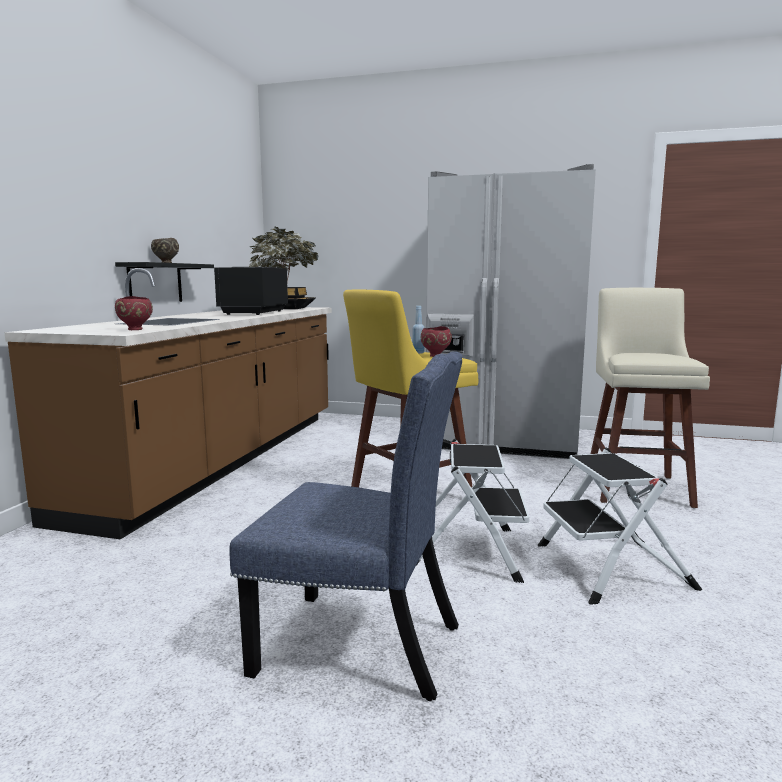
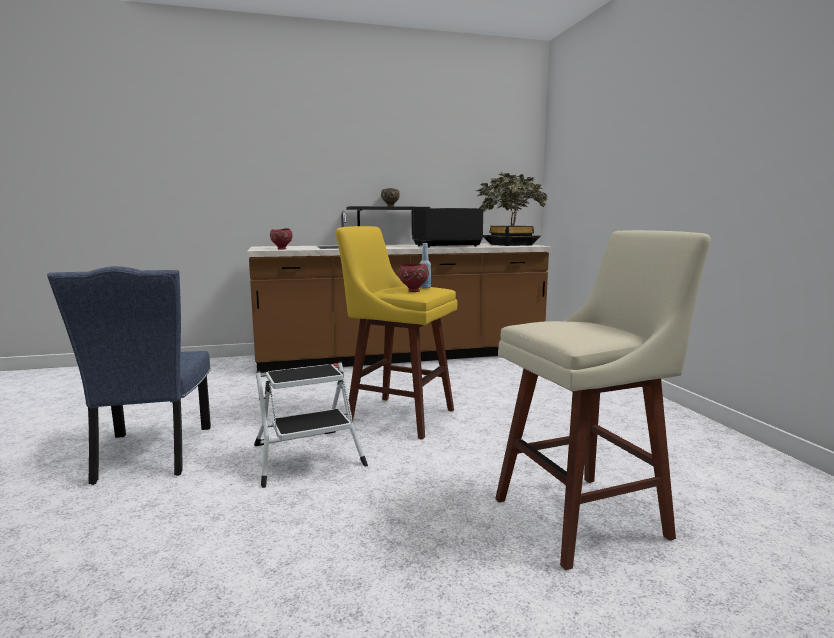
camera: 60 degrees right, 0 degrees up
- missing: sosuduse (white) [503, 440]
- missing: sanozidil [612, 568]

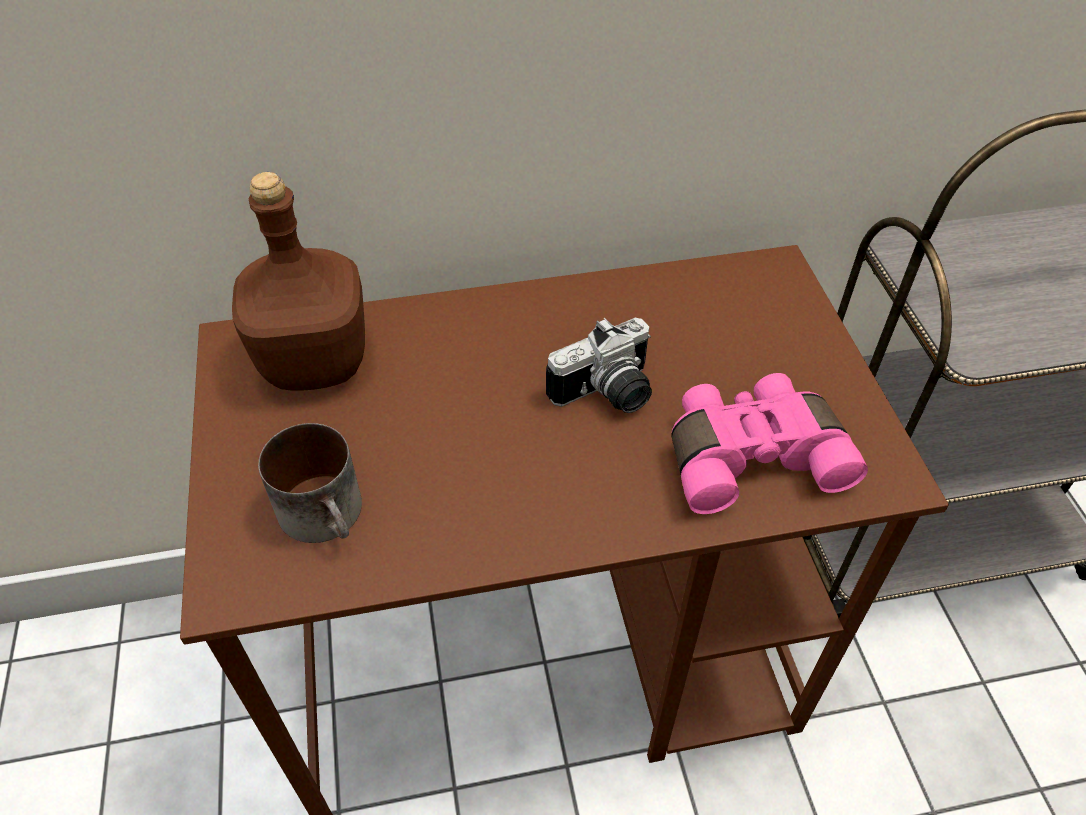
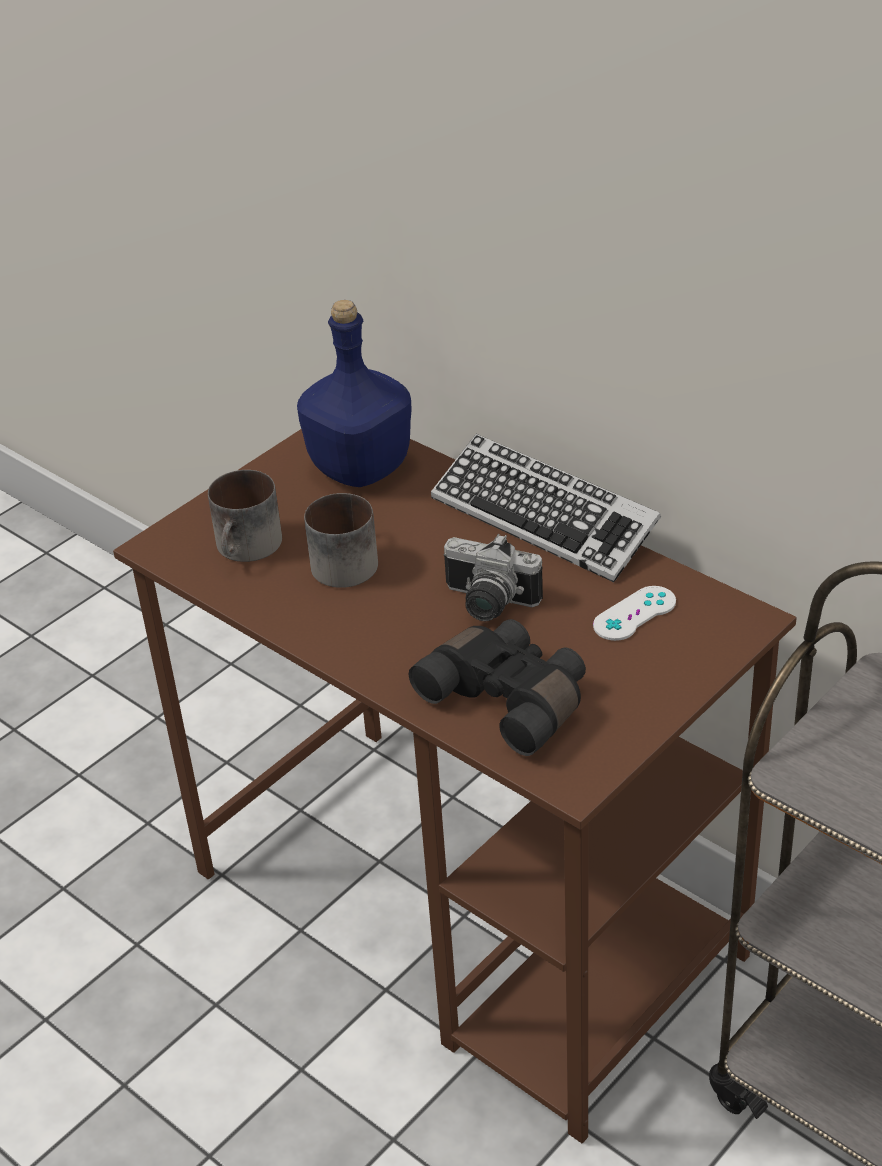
camera: 55 degrees right, 10 degrees down
- appeared: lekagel [344, 560]
- appeared: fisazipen [544, 518]
- appeared: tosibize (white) [634, 614]
- colour: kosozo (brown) [315, 361] to kosozo (blue) [362, 467]
- colour: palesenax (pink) [751, 455] to palesenax (black) [510, 698]

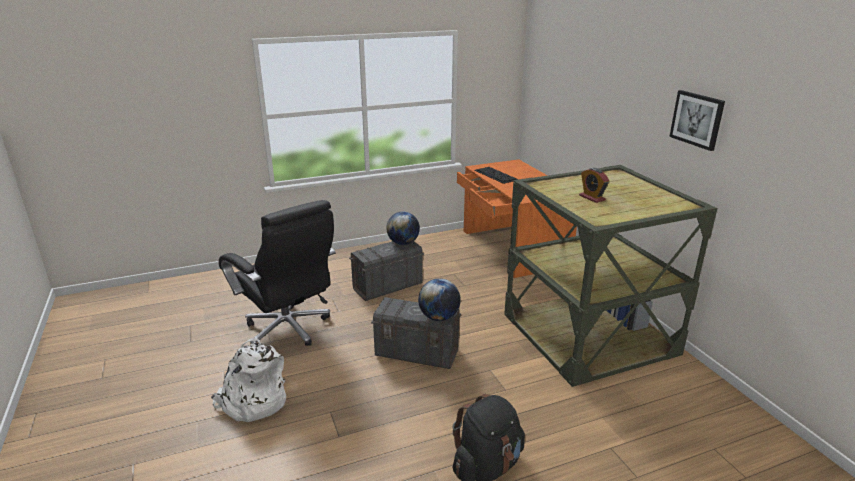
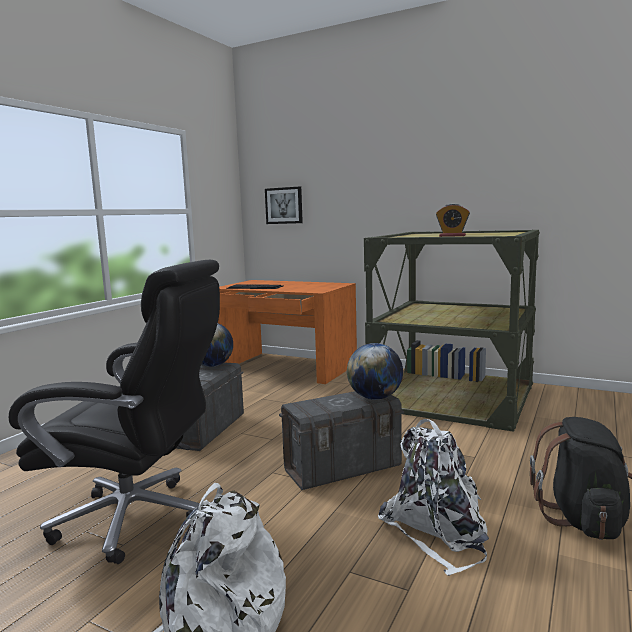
camera: 40 degrees left, 15 degrees down
- appeared: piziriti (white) [438, 531]
- relocated: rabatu [697, 119] to [284, 205]

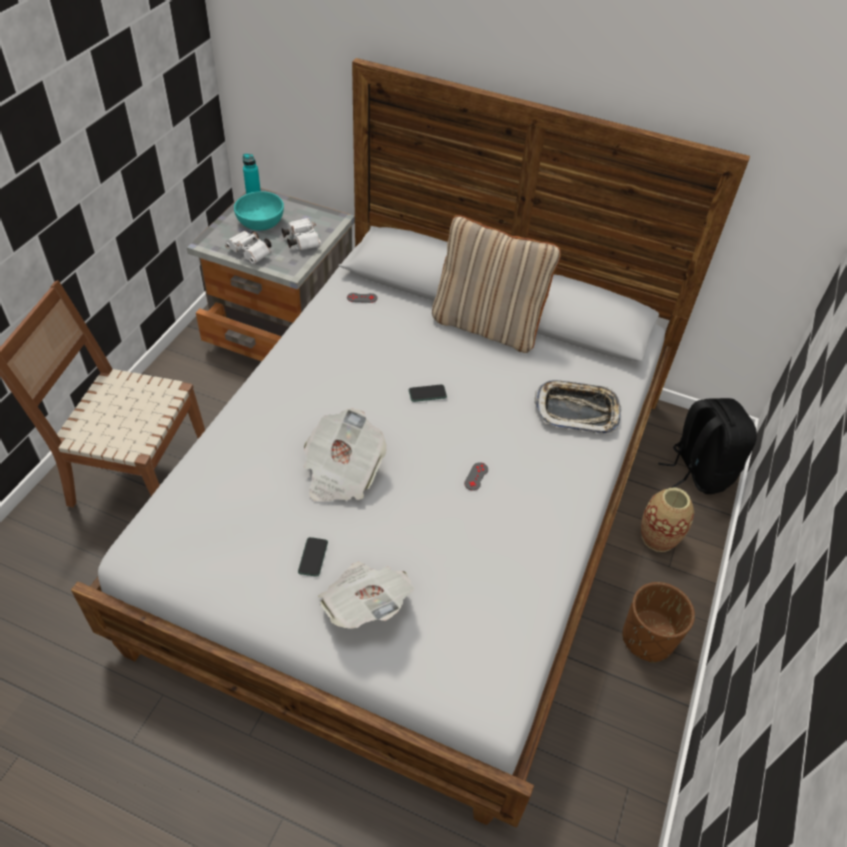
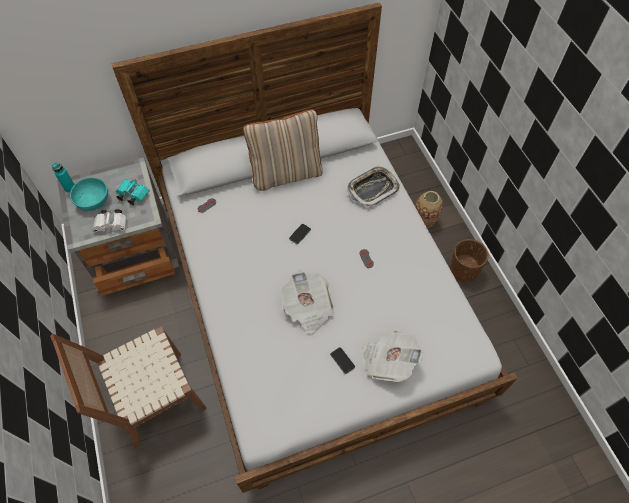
camera: 40 degrees left, 10 degrees up
- missing: piziriti (black) [697, 470]
- colour: palesenax (white) [301, 240] to palesenax (turquoise) [132, 195]

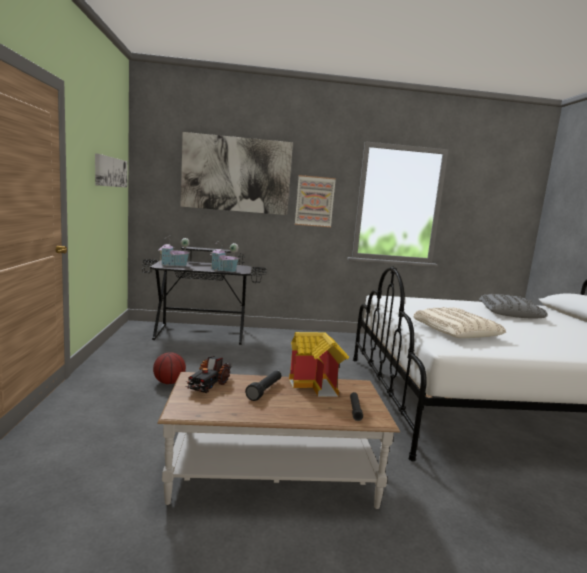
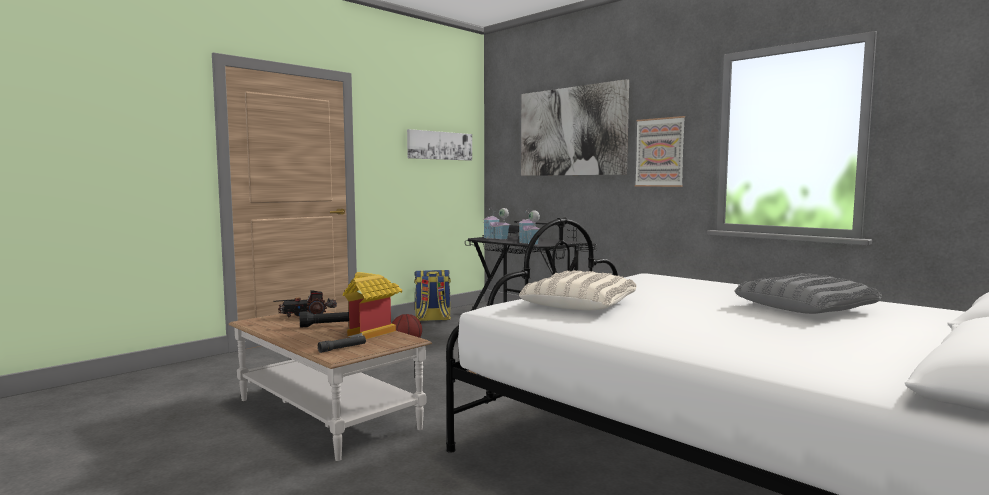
camera: 50 degrees right, 5 degrees down
- appeared: piziriti [432, 319]

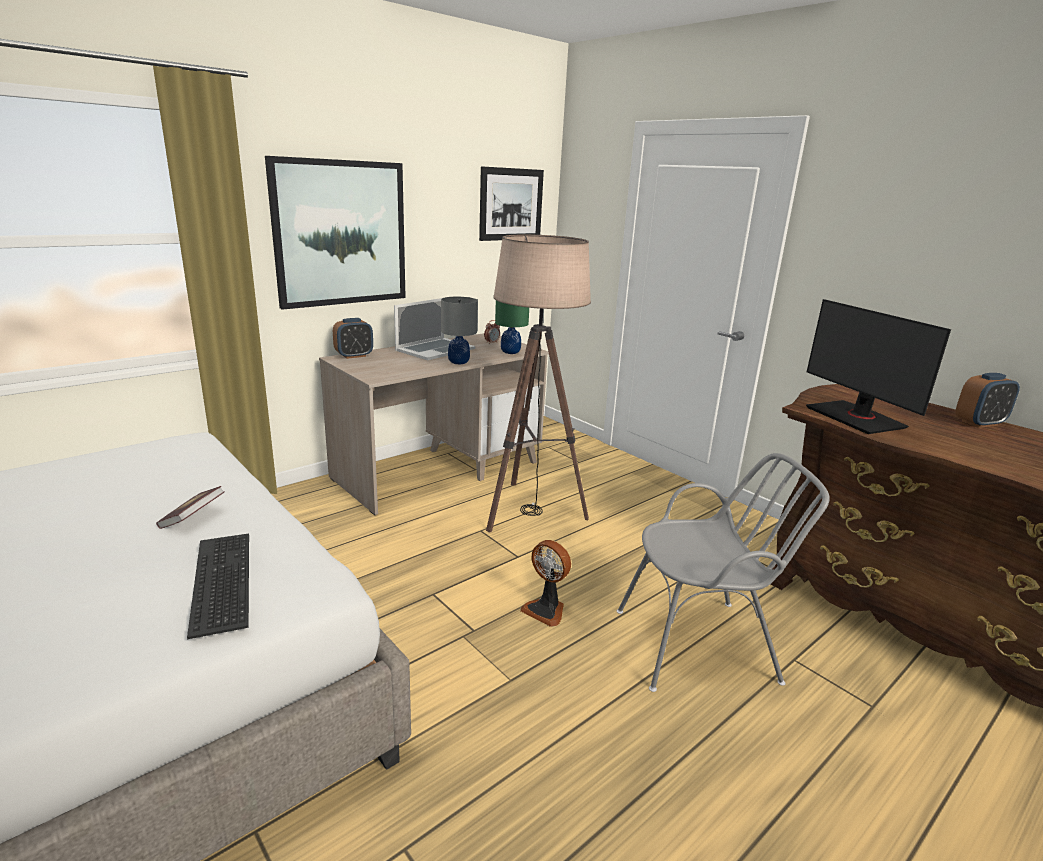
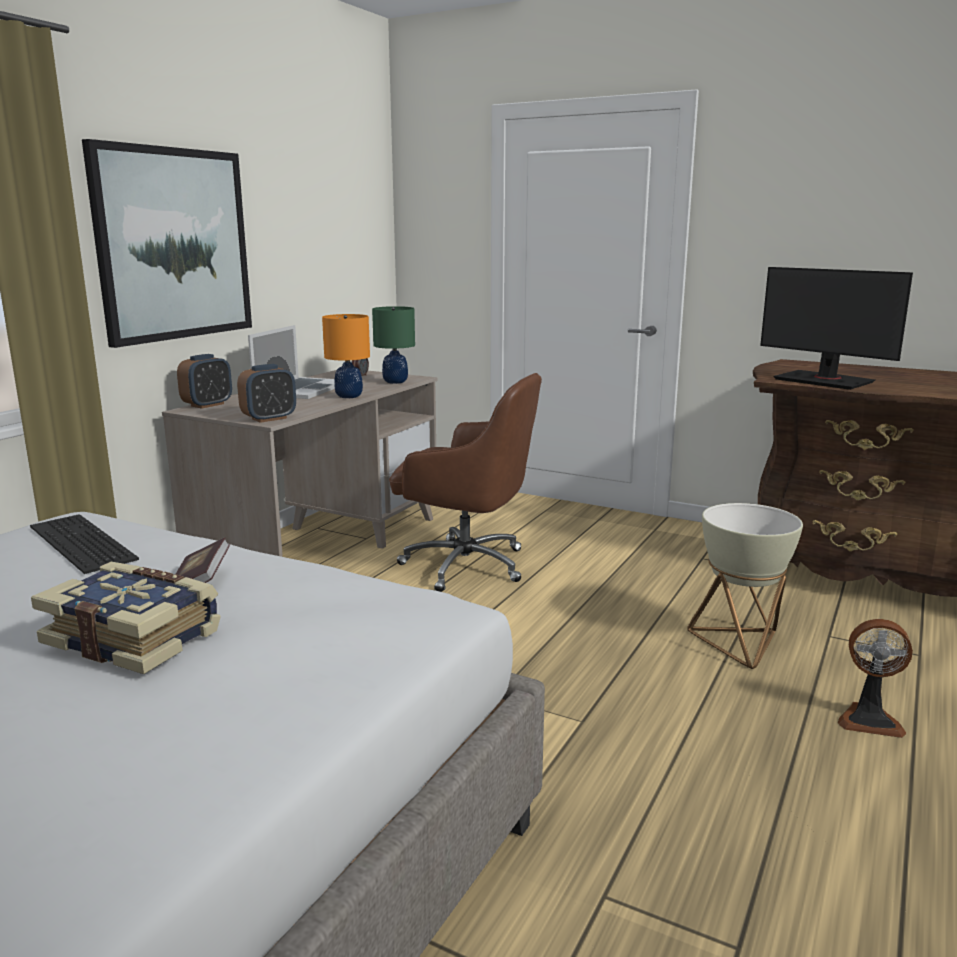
camera: 20 degrees left, 5 degrees down
- missing: rabatu [511, 204]
- appeared: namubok [135, 637]
- relocated: fisazipen [218, 580] to [77, 543]
- relocated: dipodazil [546, 610] to [869, 720]
- relocated: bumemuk [979, 423] to [269, 418]
- exchanged: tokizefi [529, 510] to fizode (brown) [465, 565]
- exchanged: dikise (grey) [701, 643] to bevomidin [739, 643]
- colour: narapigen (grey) [459, 362] to narapigen (orange) [349, 396]

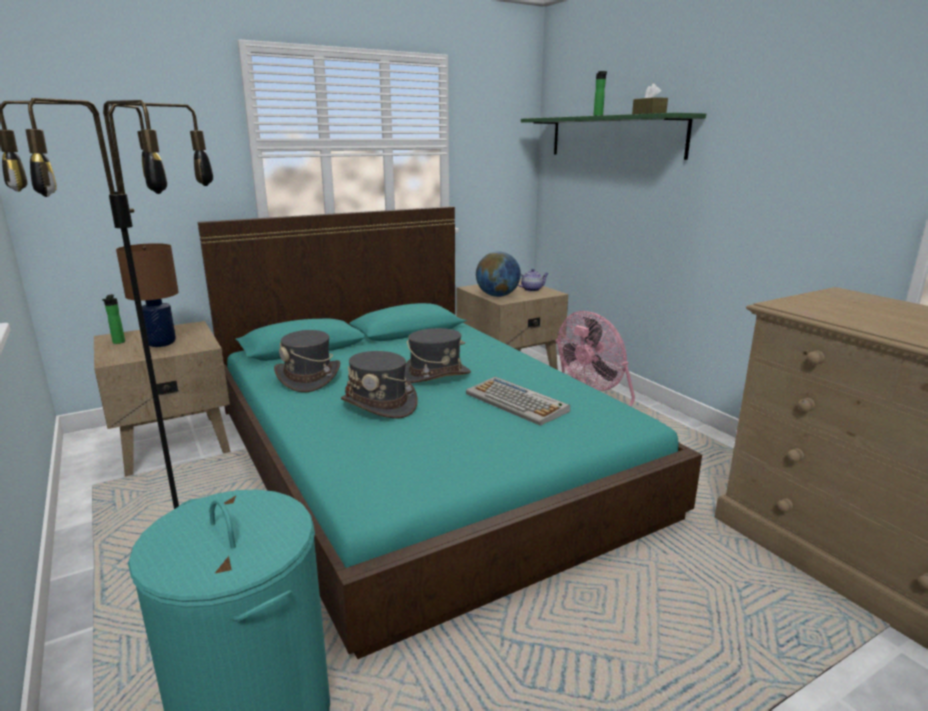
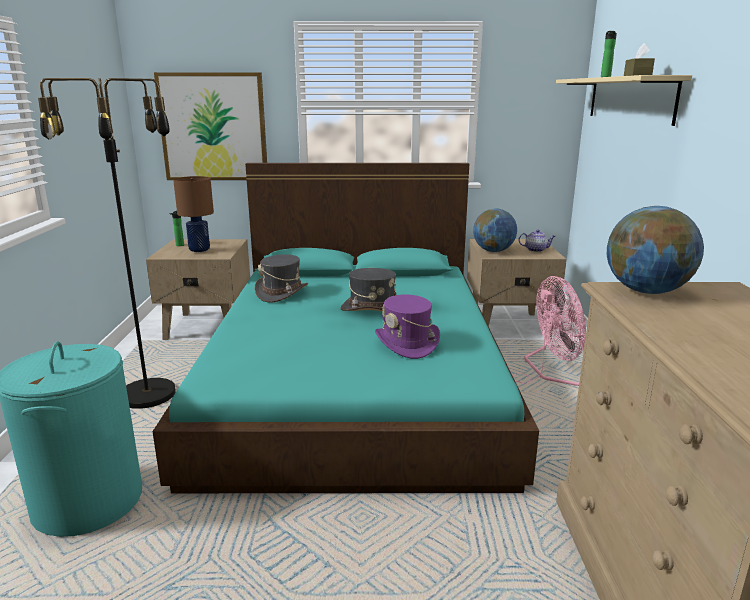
camera: 30 degrees right, 0 degrees up
- missing: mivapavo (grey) [379, 404]
- appeared: rabatu [213, 127]
- appeared: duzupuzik [646, 291]
- exchanged: fisazipen [517, 402] to mivapavo (purple) [407, 343]
- colour: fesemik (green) [614, 136] to fesemik (beige) [629, 99]

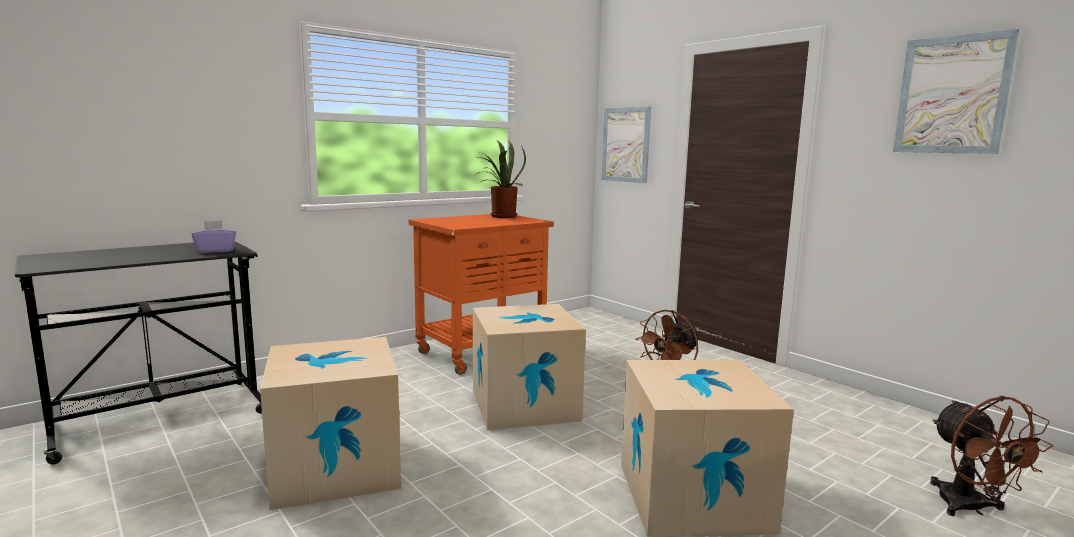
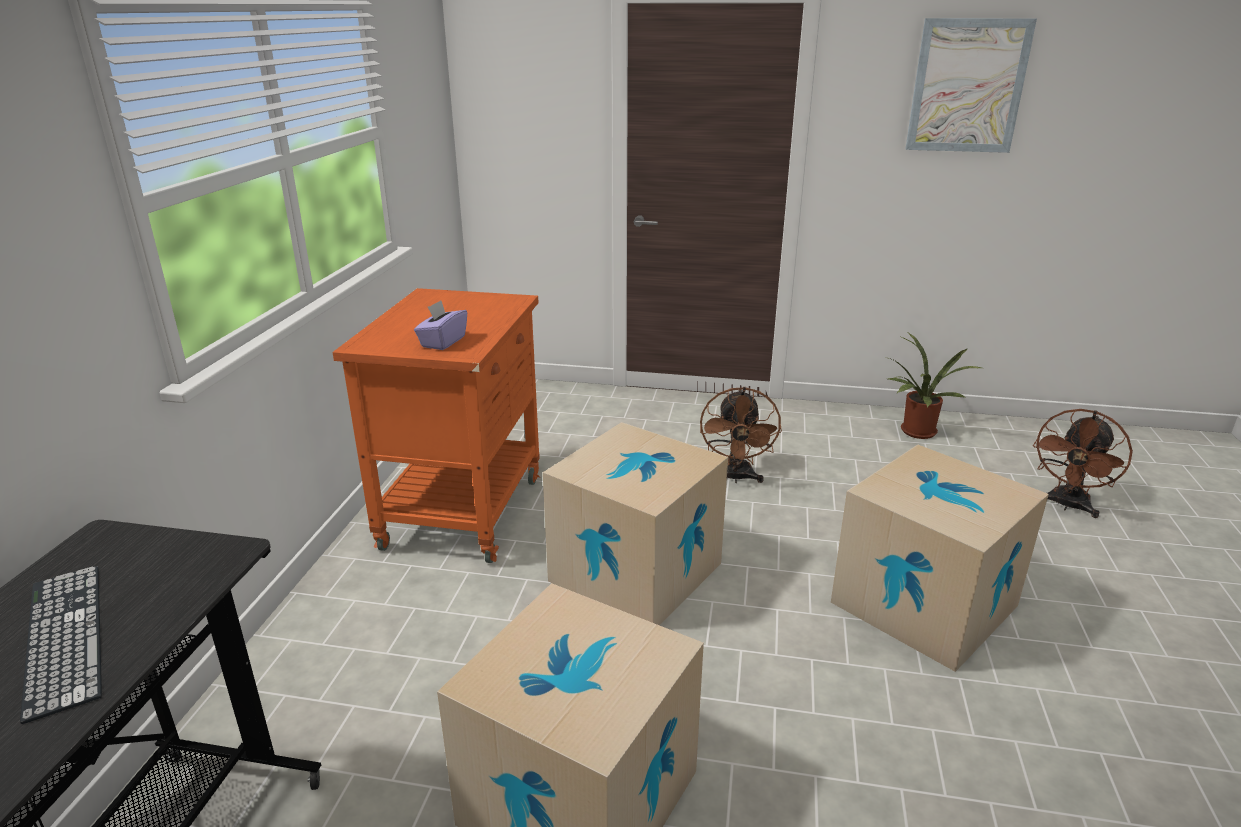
camera: 40 degrees left, 15 degrees up
- missing: rabatu [626, 145]
- appeared: fisazipen [64, 637]
- relocated: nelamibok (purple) [215, 251] to [442, 342]
- relocated: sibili [500, 216] to [916, 433]
- spun: dipodazil (brown) [971, 508] = [1067, 505] 90 degrees clockwise

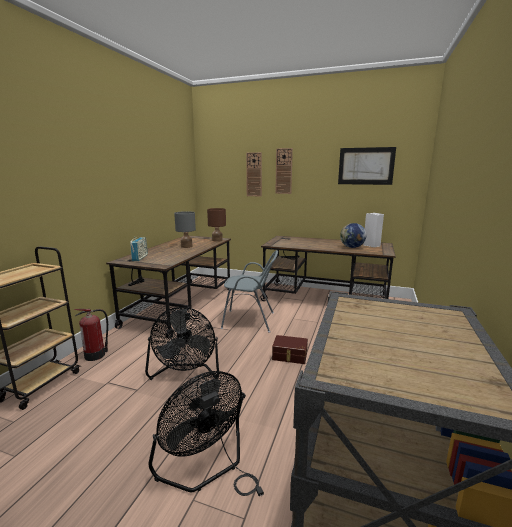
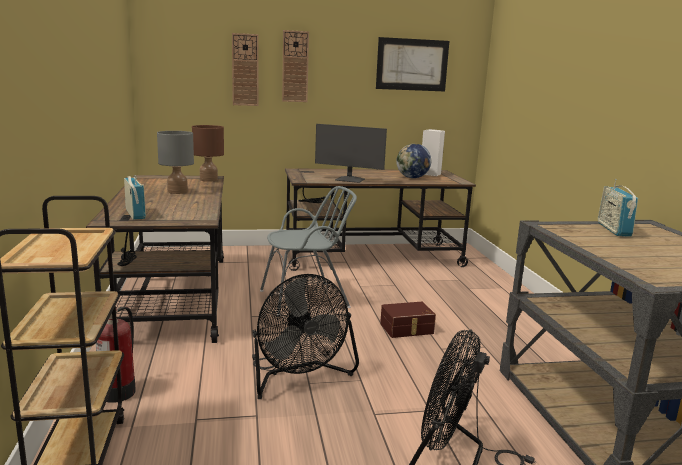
camera: 30 degrees left, 0 degrees up
- appeared: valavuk [349, 180]
- appeared: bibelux [613, 229]

